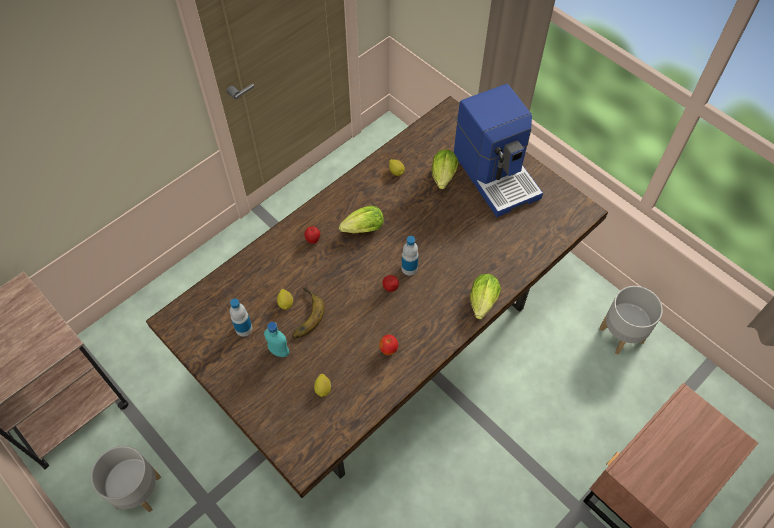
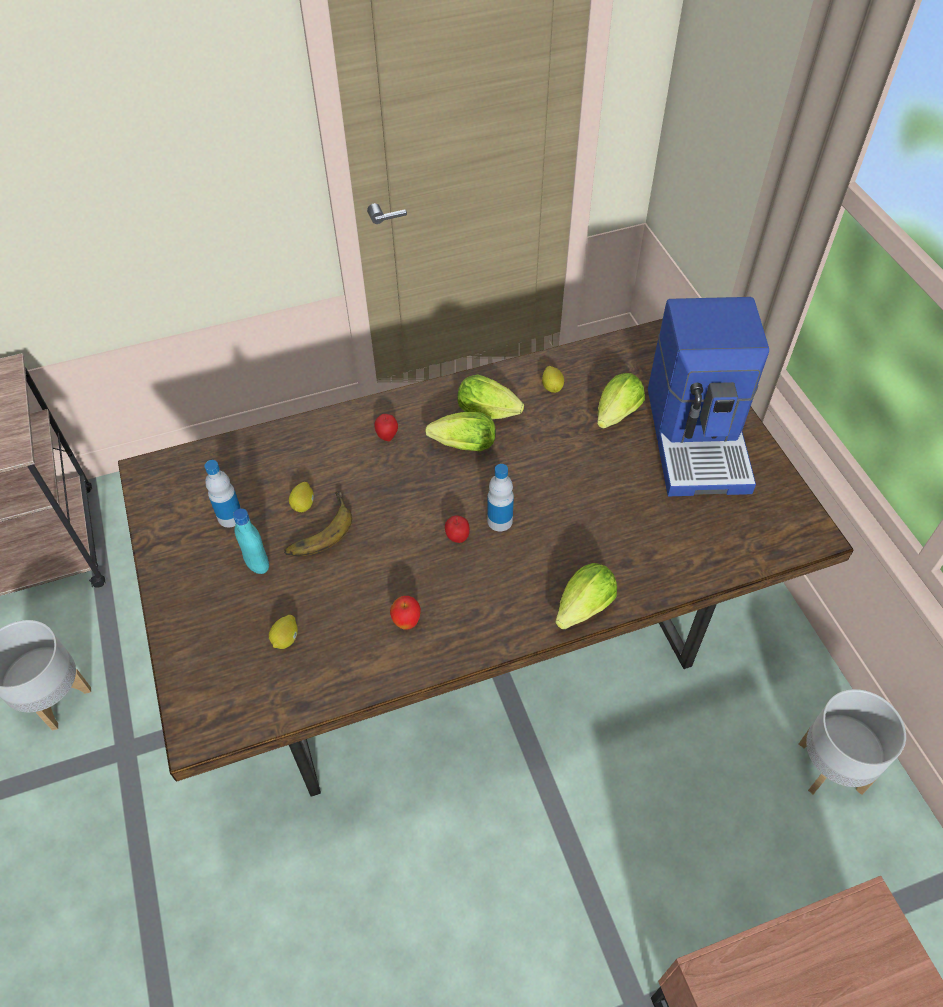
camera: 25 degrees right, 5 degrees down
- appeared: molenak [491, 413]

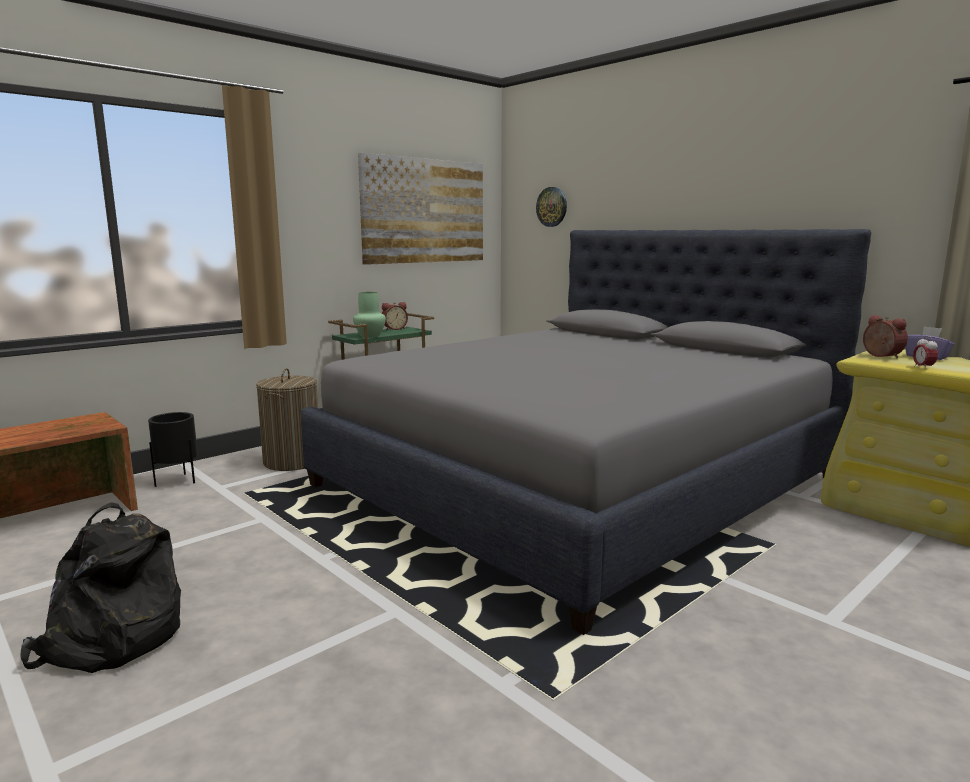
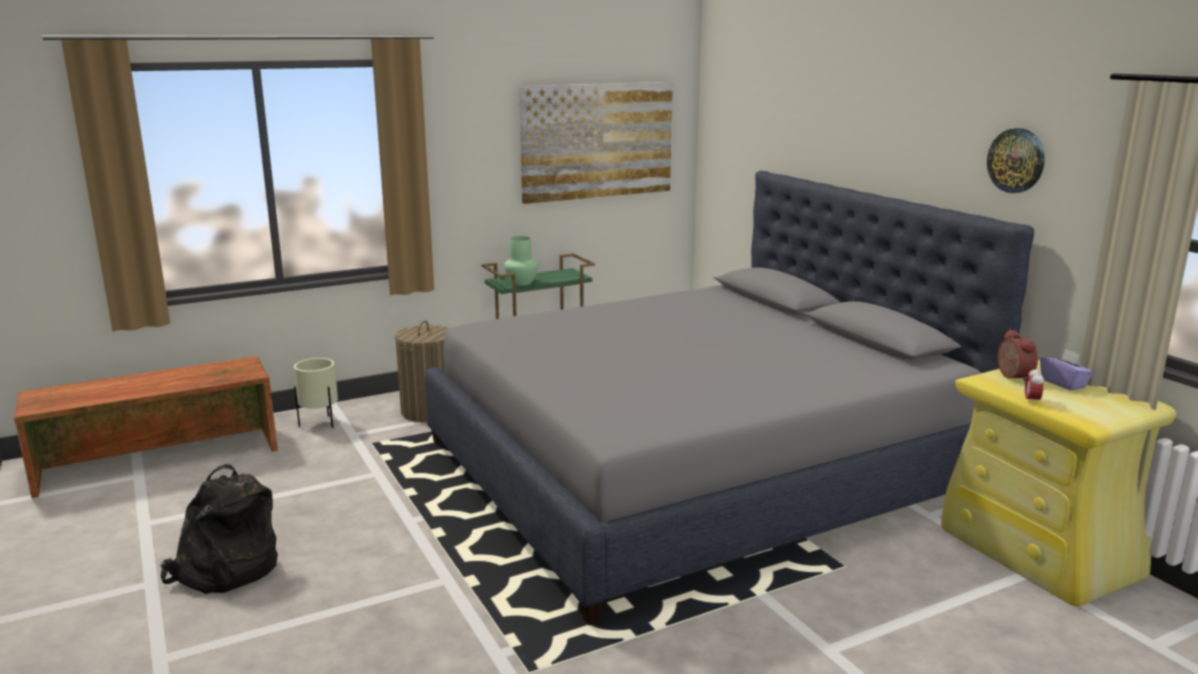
camera: 15 degrees right, 5 degrees up
- missing: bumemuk [394, 329]
- relocated: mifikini [552, 207] to [1016, 160]
- colour: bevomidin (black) [178, 481] to bevomidin (beige) [320, 423]

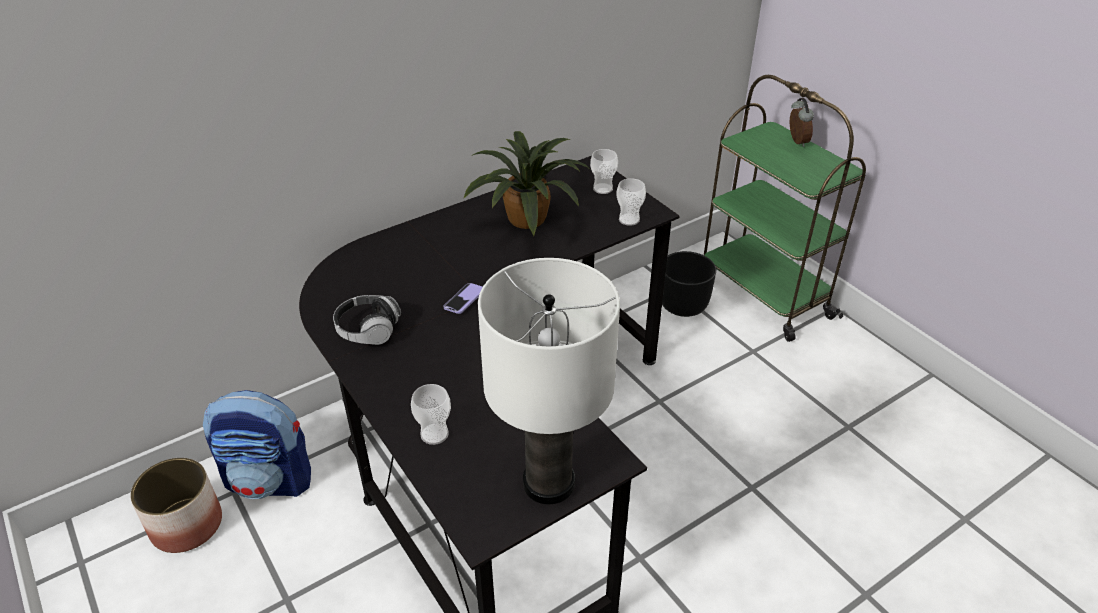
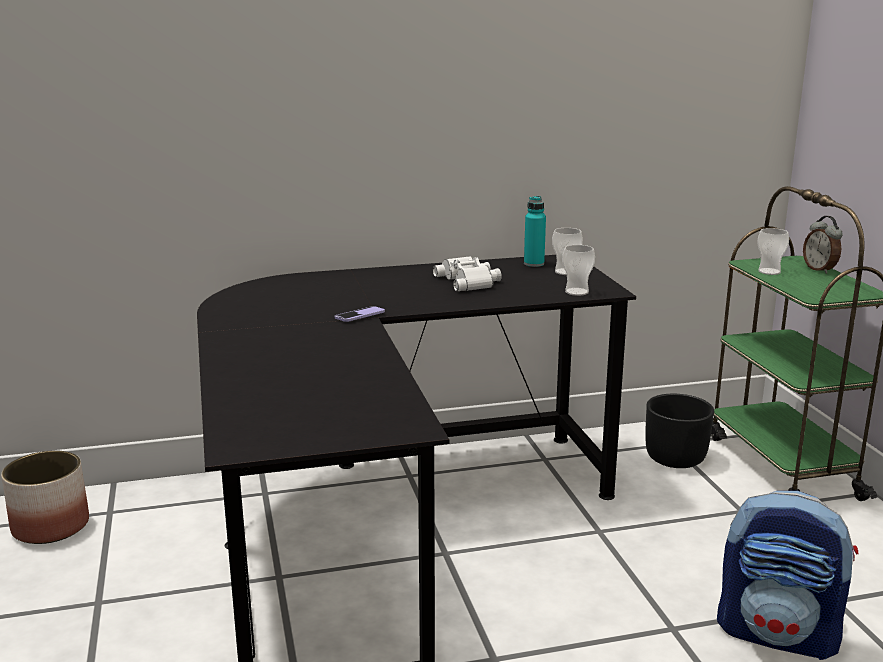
camera: 20 degrees right, 20 degrees down
- missing: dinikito [368, 330]
- missing: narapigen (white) [549, 483]
- appeared: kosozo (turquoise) [534, 264]
- relocated: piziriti [270, 480] to [778, 634]
- relocated: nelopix [434, 434] to [769, 271]
- exchanged: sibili [529, 220] to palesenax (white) [469, 281]
- spun: bumemuk [796, 142] = [820, 270] 150 degrees clockwise

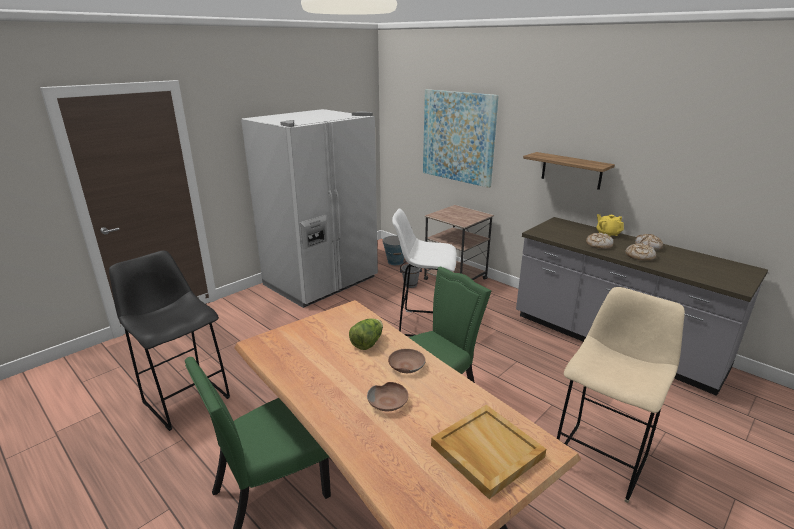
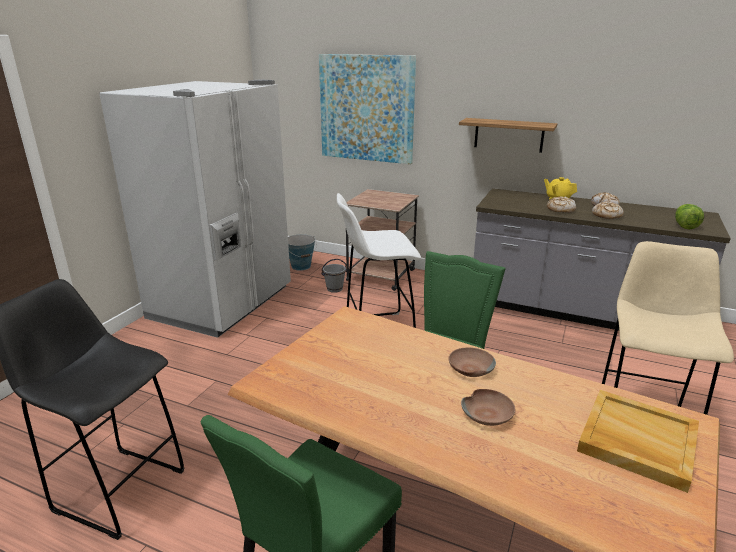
camera: 20 degrees left, 0 degrees up
- relocated: molenak [367, 343] to [684, 226]

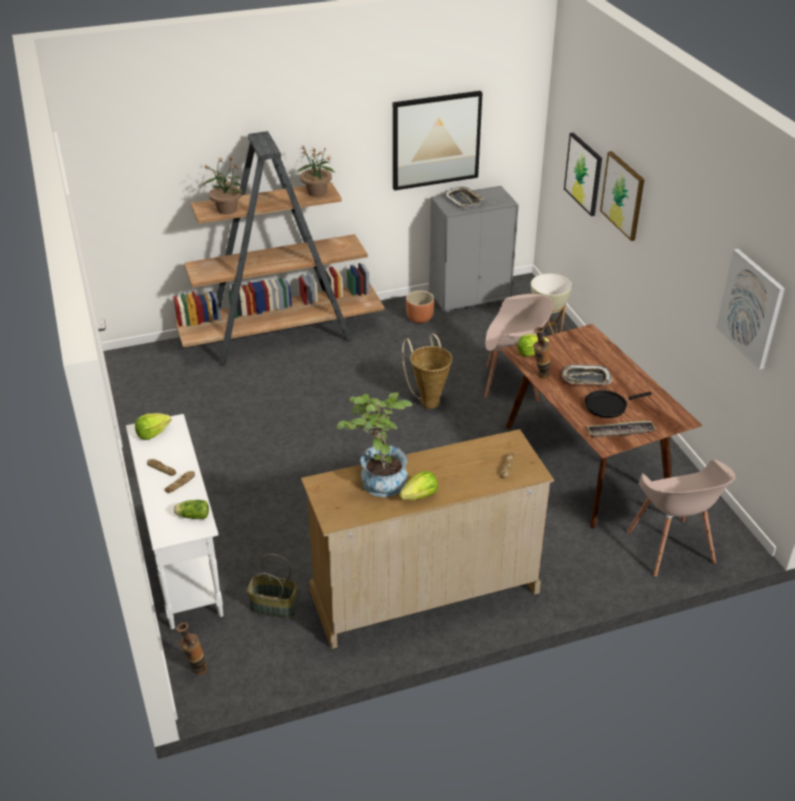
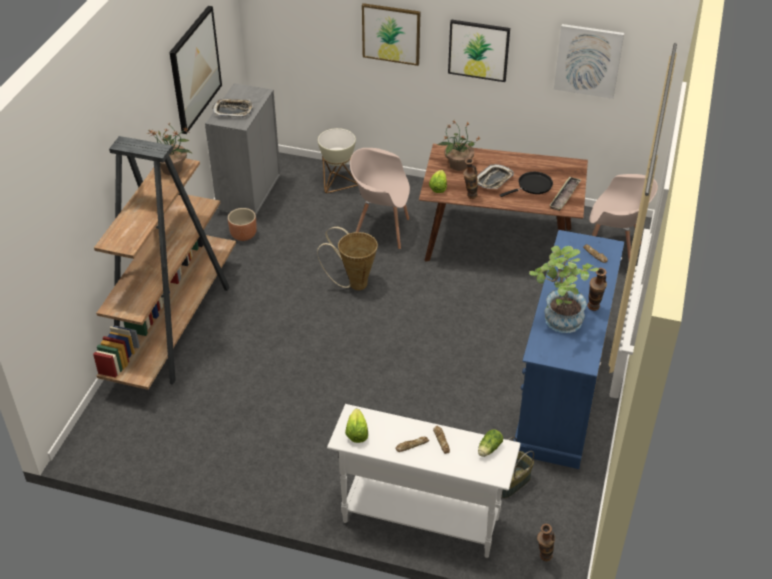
camera: 55 degrees left, 5 degrees up
- relocated: sibili [226, 209] to [457, 165]
- relocated: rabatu [584, 173] to [478, 50]
- exchanged: molenak [420, 496] to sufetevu [593, 309]
- colour: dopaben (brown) [423, 592] to dopaben (blue) [560, 392]
- spun: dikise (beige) [513, 383] = [380, 230] 120 degrees counterclockwise
- spun: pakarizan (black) [608, 406] = [532, 186] 135 degrees counterclockwise

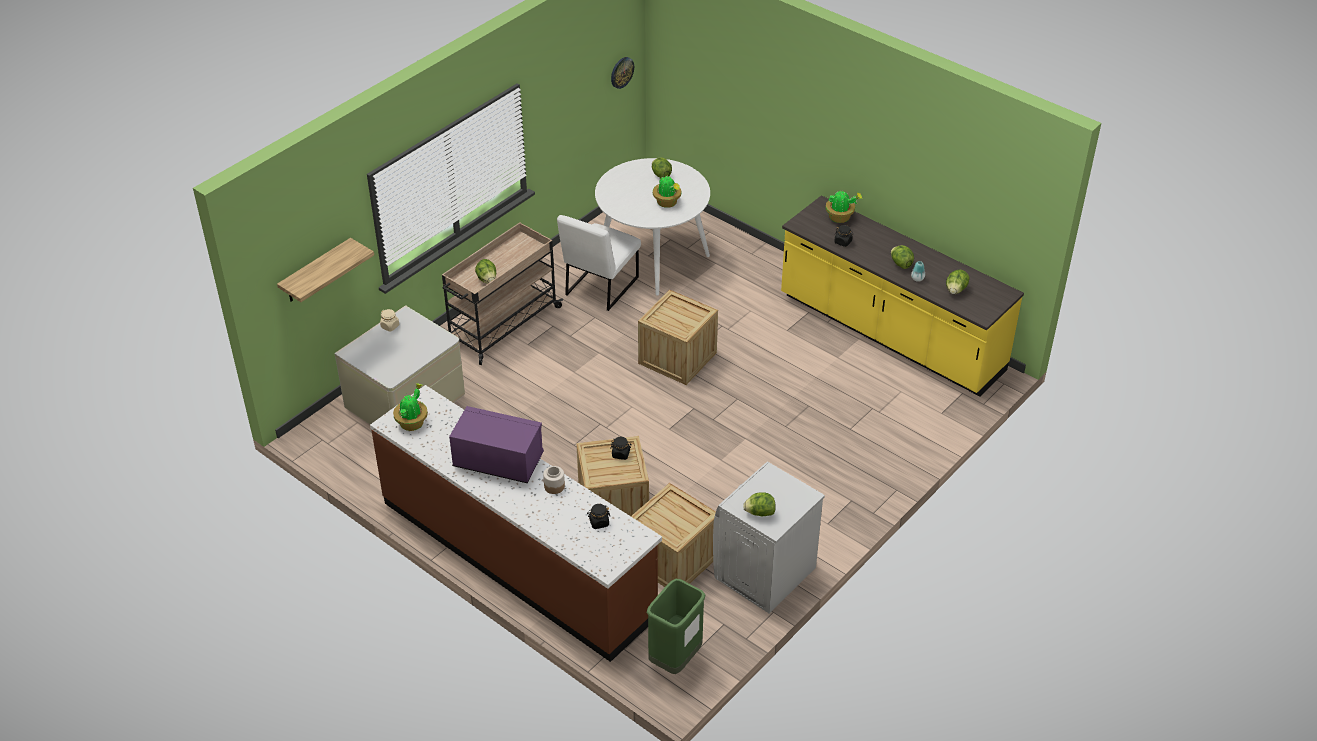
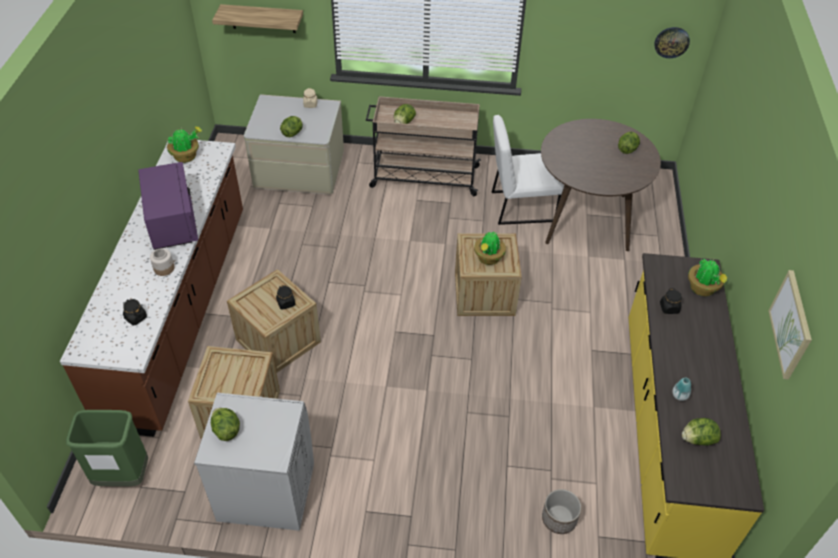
camera: 55 degrees right, 5 degrees up
- appeared: bevomidin [559, 519]
- appeared: rabatu [791, 324]
- relocated: sibili [667, 203] to [488, 258]
- relocated: molenak [900, 264] to [293, 133]
- colour: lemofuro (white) [652, 259] to lemofuro (brown) [586, 219]

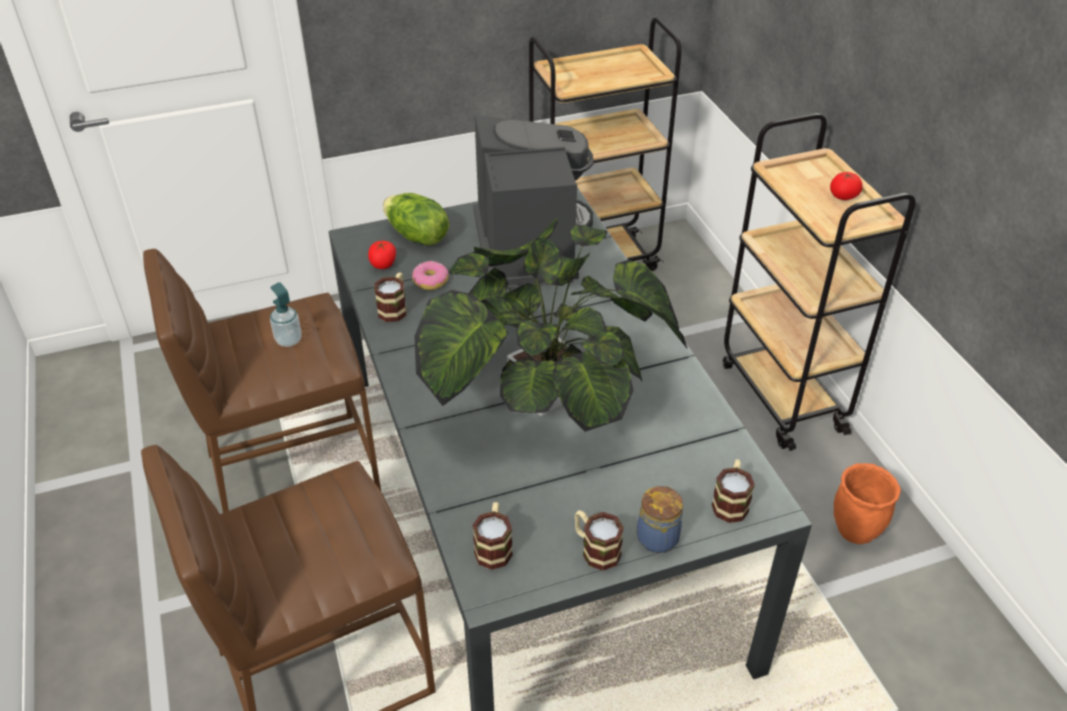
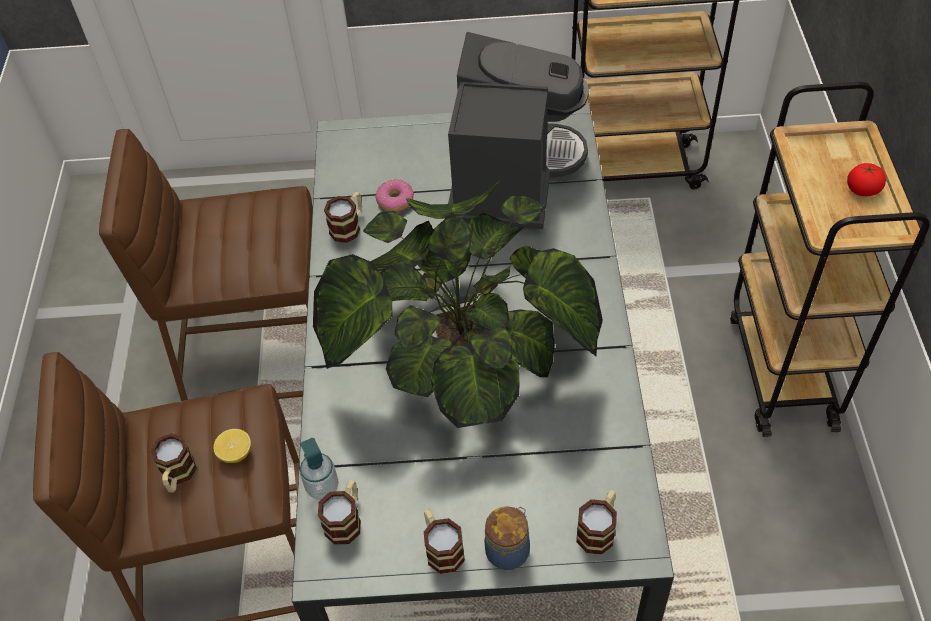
camera: 20 degrees right, 10 degrees up
- missing: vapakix [383, 264]
- missing: molenak [416, 236]
- missing: bevomidin (orange) [856, 531]
- appeared: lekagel [178, 476]
- appeared: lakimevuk [235, 453]
- relocated: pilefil [288, 340] to [322, 487]

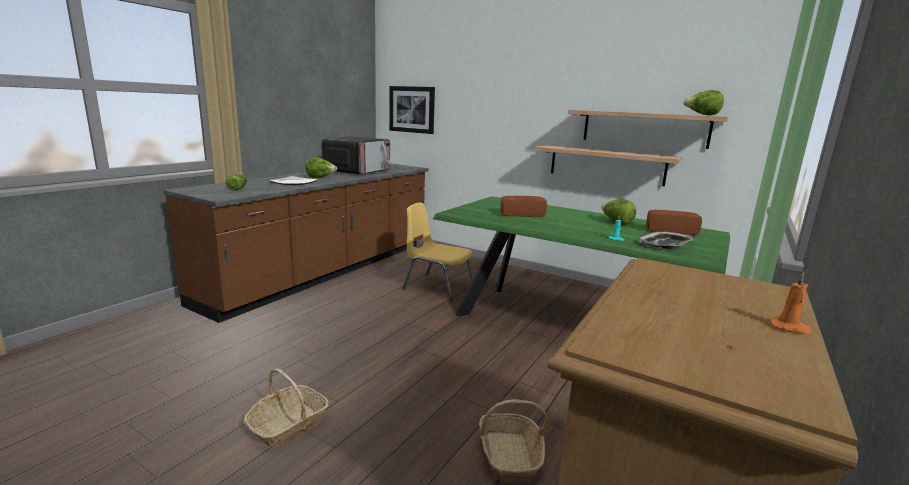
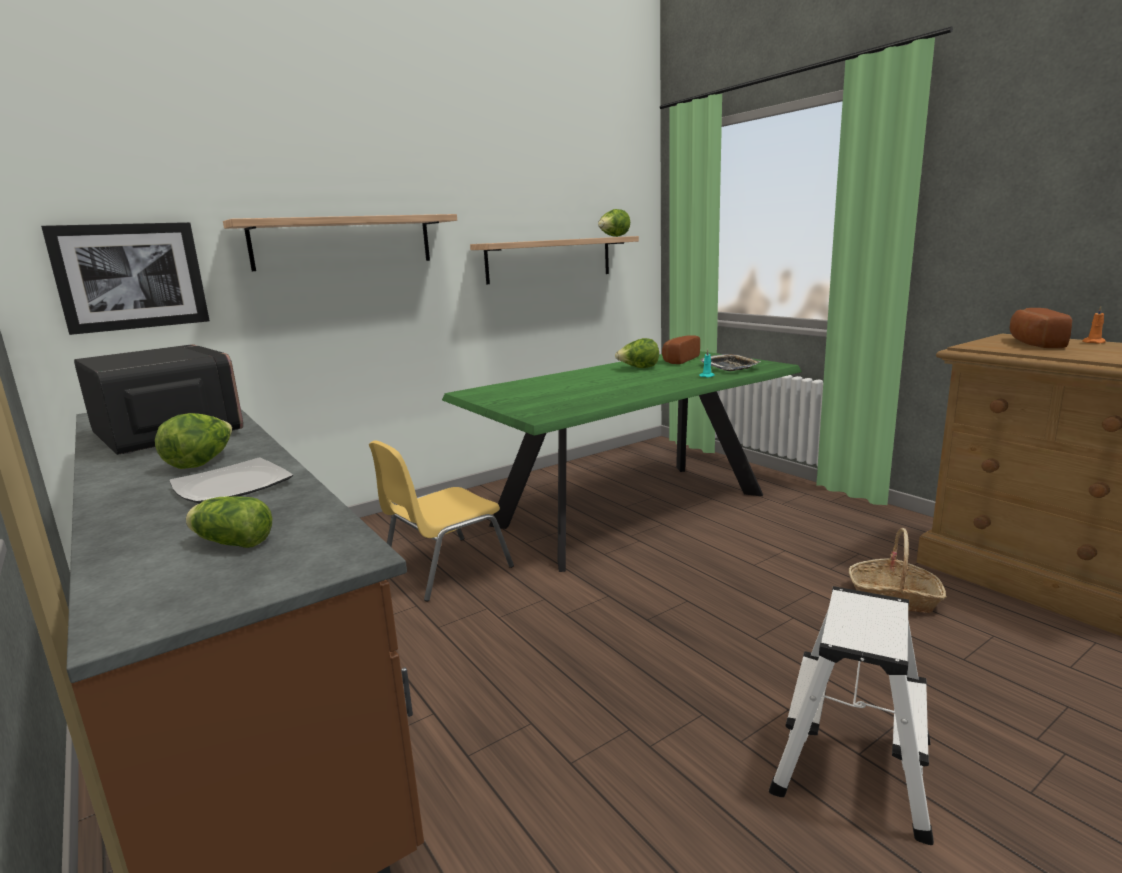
camera: 65 degrees left, 0 degrees up
- relocated: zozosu [521, 214] to [1032, 343]
- relocated: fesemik [606, 165] to [343, 242]
- exchanged: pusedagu [288, 425] to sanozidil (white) [852, 766]

